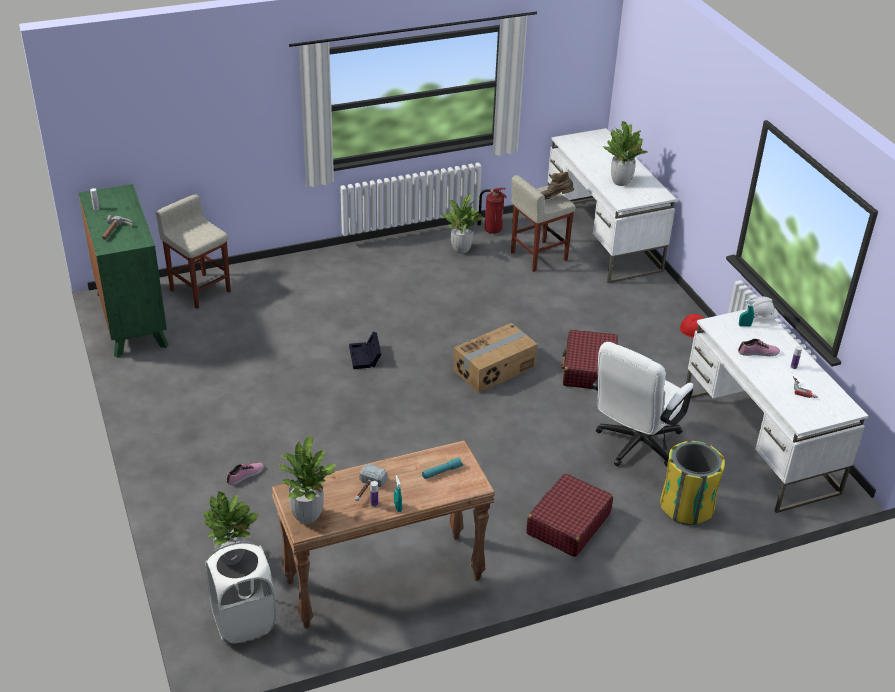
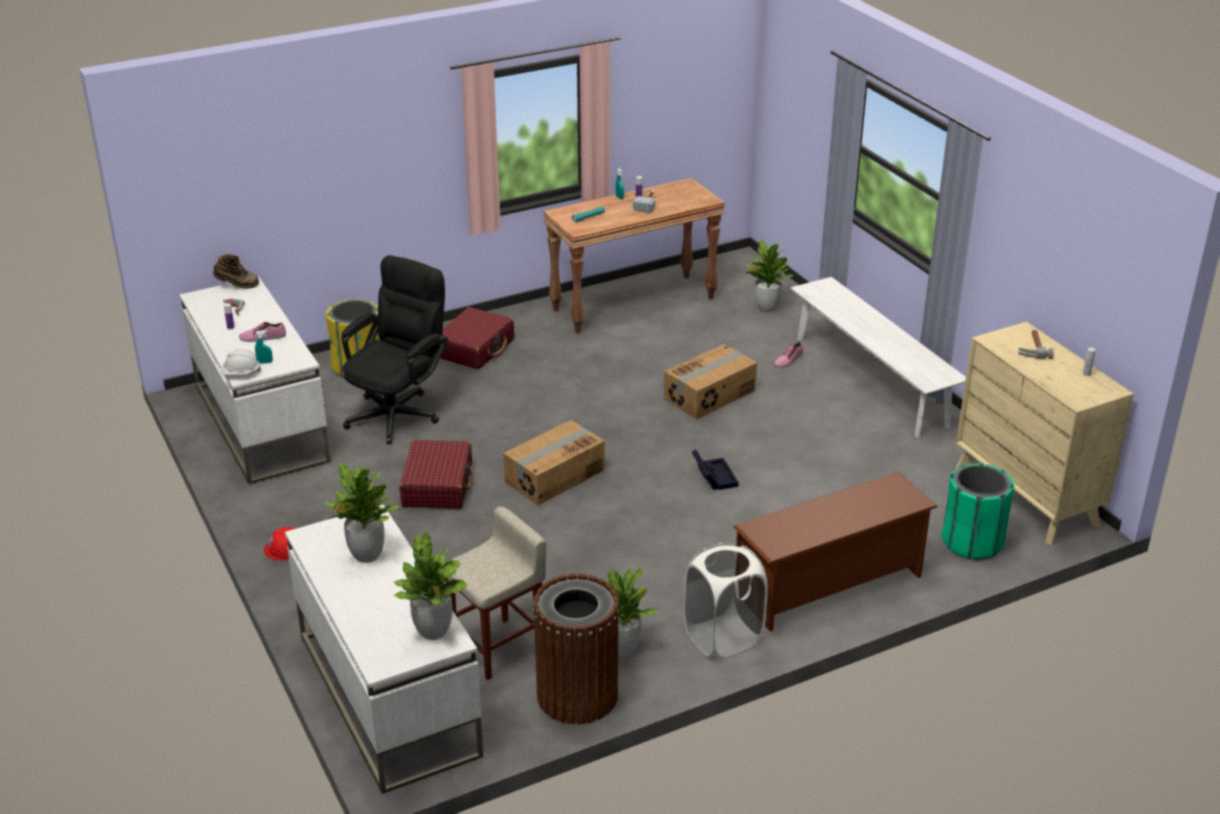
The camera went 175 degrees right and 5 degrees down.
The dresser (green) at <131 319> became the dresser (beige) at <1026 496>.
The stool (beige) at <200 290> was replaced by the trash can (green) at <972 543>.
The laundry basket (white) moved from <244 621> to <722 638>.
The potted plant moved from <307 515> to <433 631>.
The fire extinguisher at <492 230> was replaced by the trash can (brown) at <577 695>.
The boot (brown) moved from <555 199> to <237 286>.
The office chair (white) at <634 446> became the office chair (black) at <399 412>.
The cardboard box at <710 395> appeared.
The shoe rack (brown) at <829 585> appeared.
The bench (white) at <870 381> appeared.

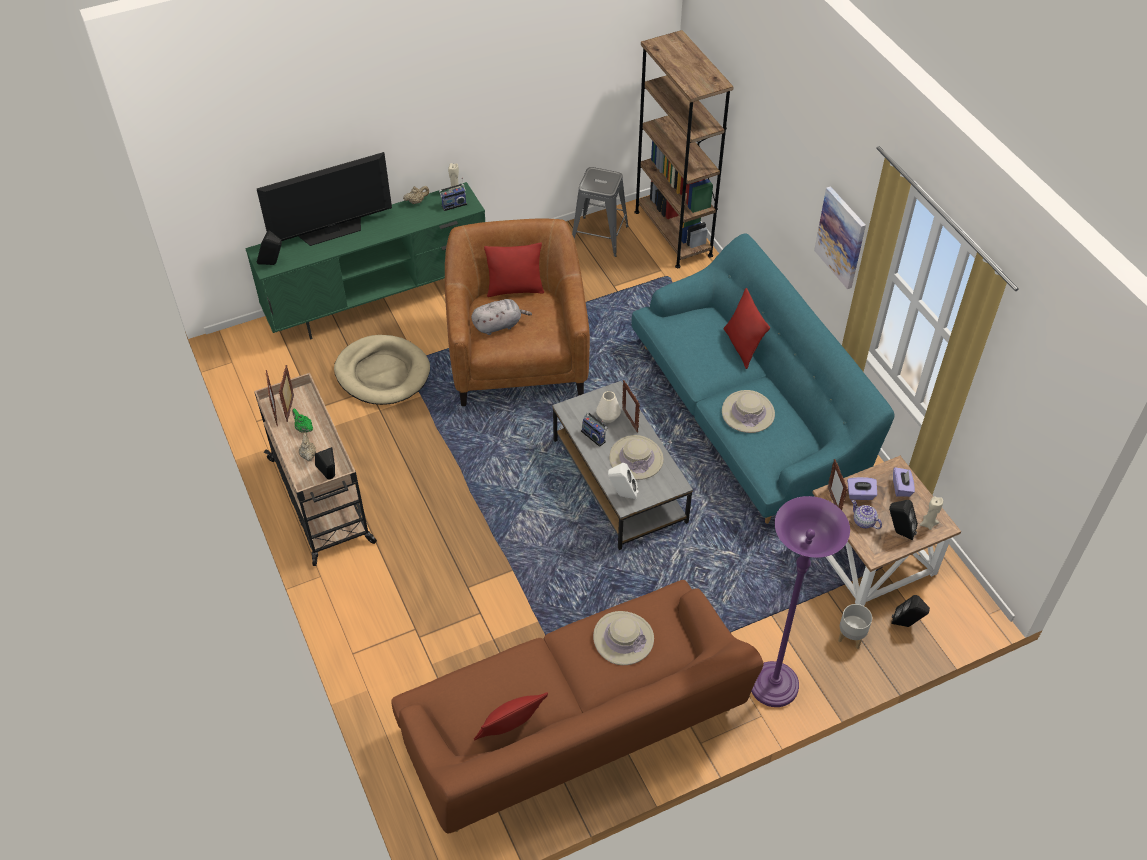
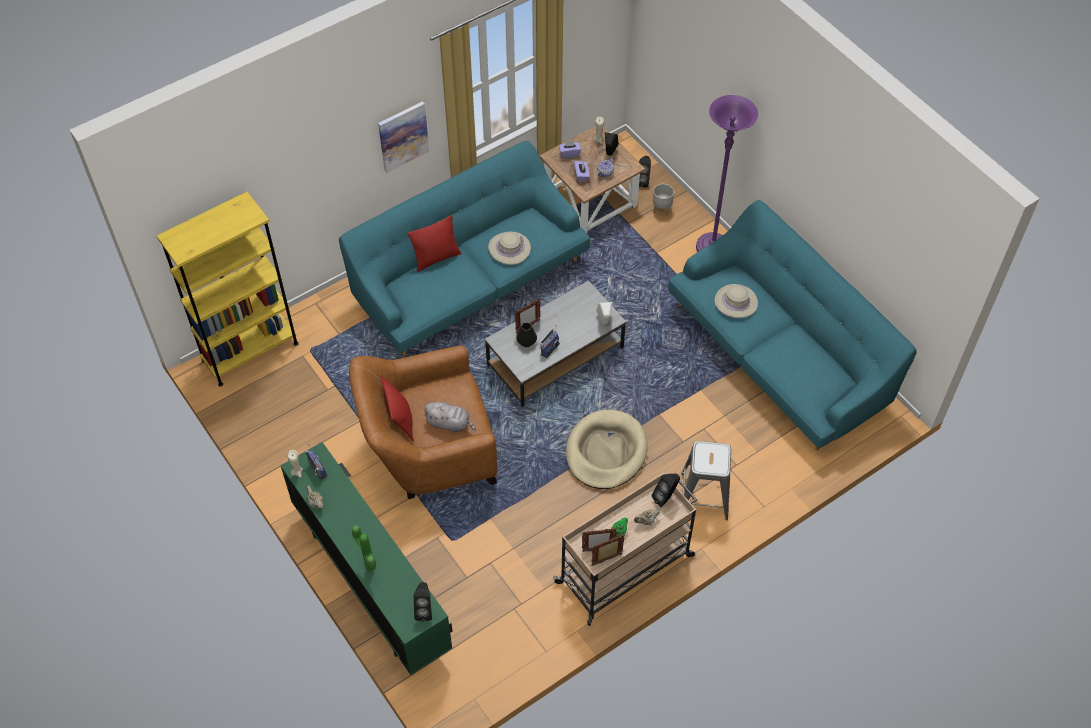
The camera went 100 degrees left and 5 degrees up.
The television at <332 231> was replaced by the potted plant at <368 568>.
The dog bed (beige) moved from <382 373> to <606 452>.
The sofa (brown) at <574 726> became the sofa (turquoise) at <779 354>.
The plush toy (grey) at <499 325> turned 135 degrees clockwise.
The pillow (red) at <511 731> disappeared.
The stool (grey) moved from <599 236> to <704 496>.
The vase (white) at <608 416> became the vase (black) at <526 342>.
The hat (beige) at <636 458> disappeared.
The bookcase (brown) at <673 233> became the bookcase (yellow) at <250 352>.
The picture frame at <833 502> disappeared.

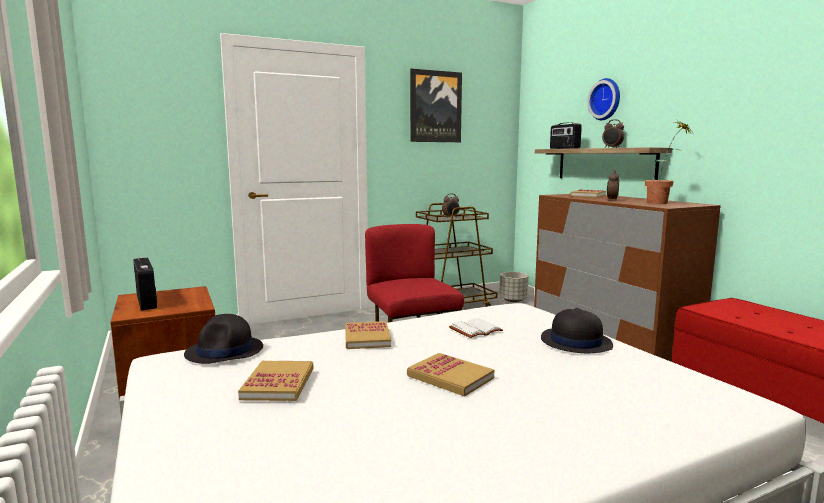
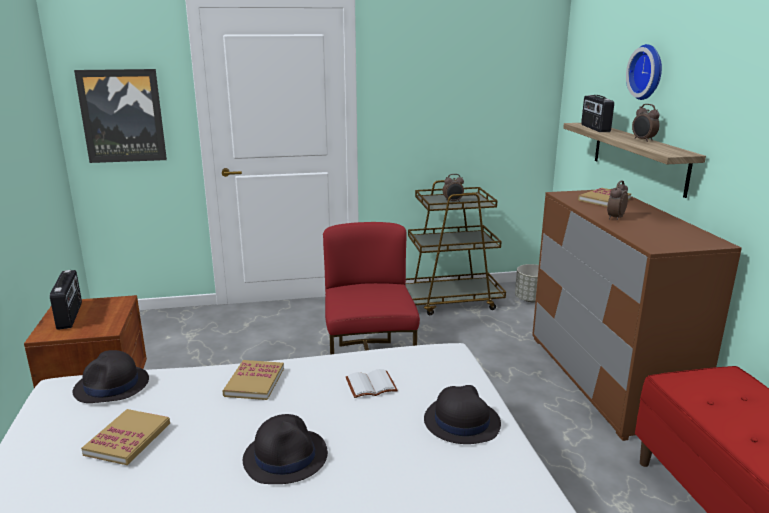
The camera went 15 degrees right and 10 degrees up.
The book at <450 377> was replaced by the hat (black) at <286 456>.
The picture moved from <435 107> to <122 116>.
The potted plant at <663 203> disappeared.

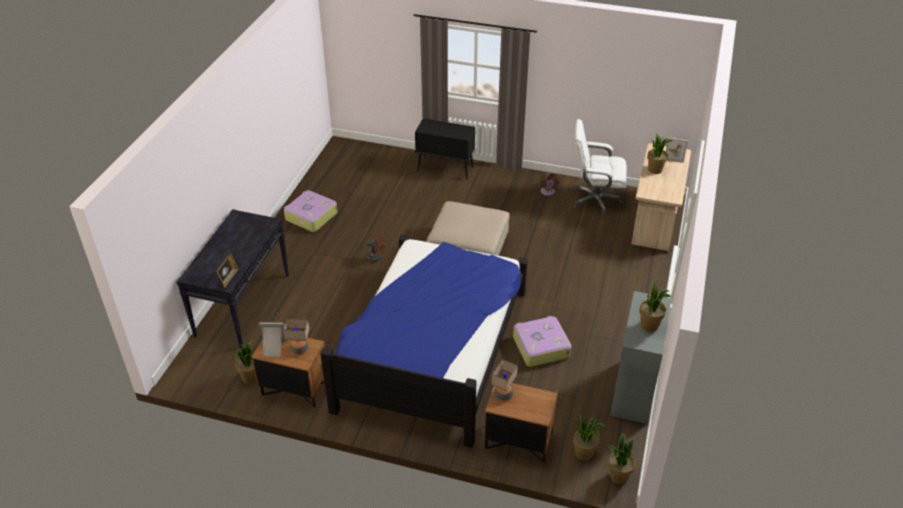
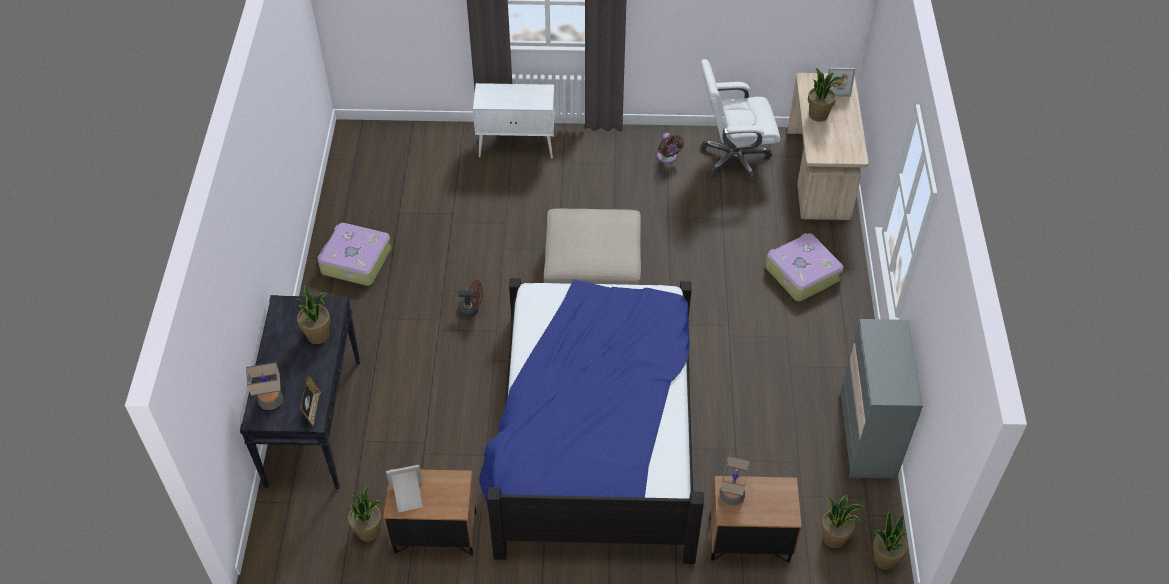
The camera went 15 degrees left and 10 degrees up.
The table lamp moved from <299 349> to <270 401>.
The cabinet (black) at <446 169> became the cabinet (white) at <517 146>.
The suitcase moved from <540 346> to <801 273>.
The potted plant moved from <650 325> to <318 335>.

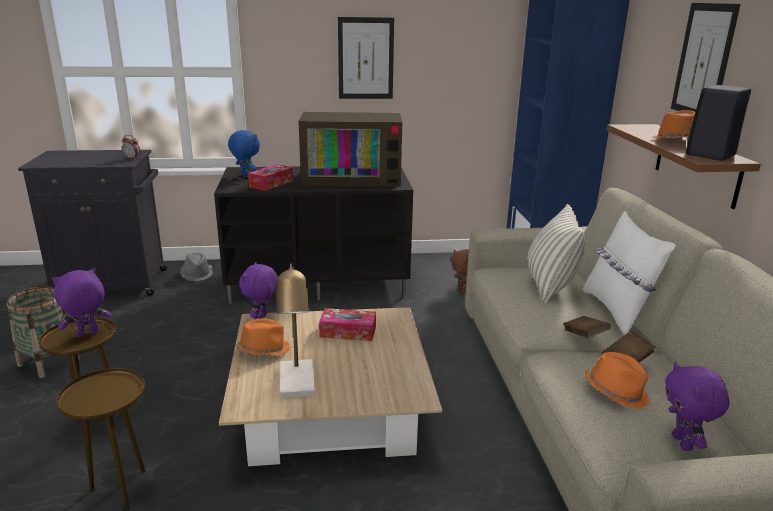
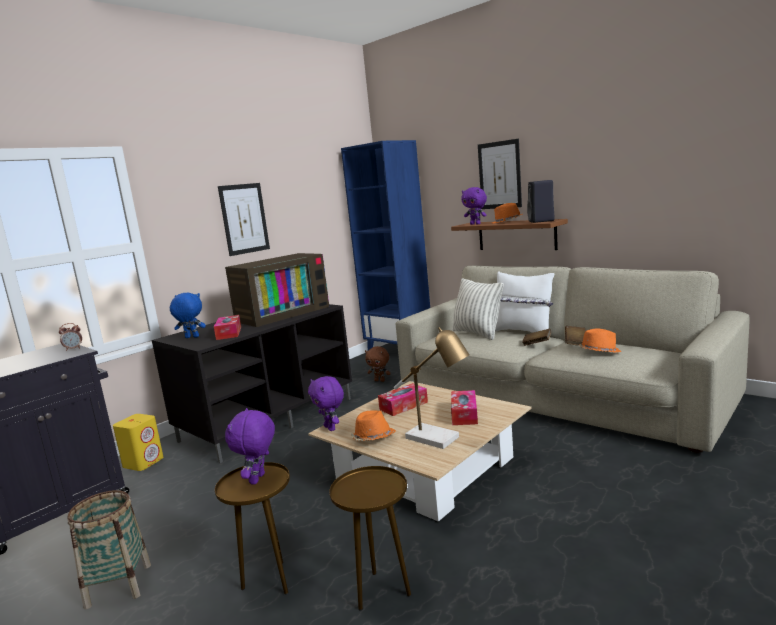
The camera went 40 degrees left and 10 degrees down.
The hat (grey) at <197 274> was replaced by the speaker (yellow) at <143 462>.
The plush toy (purple) moved from <683 443> to <476 224>.
The tissue box at <464 414> appeared.

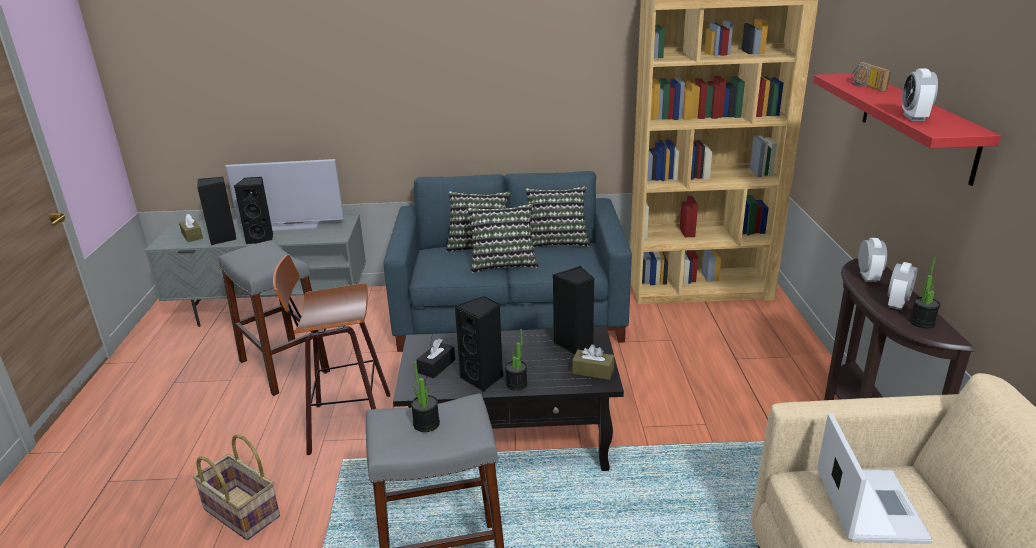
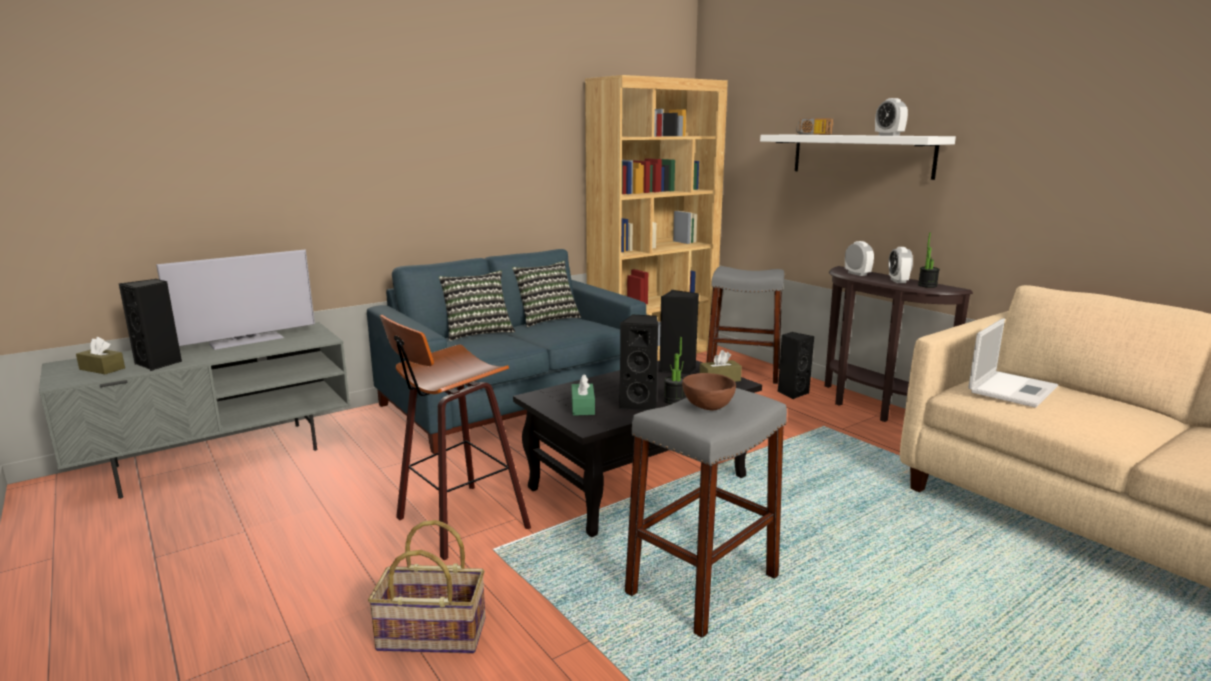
The camera went 35 degrees left and 10 degrees down.
The stool (grey) moved from <284 366> to <743 372>.
The speaker (black) moved from <262 239> to <792 393>.
The potted plant at <426 424> was replaced by the bowl (brown) at <707 407>.
The tissue box (black) at <436 366> became the tissue box (green) at <583 407>.
The pillow at <503 263> disappeared.
The shelf (red) at <916 124> became the shelf (white) at <860 155>.
The laptop at <868 504> turned 75 degrees clockwise.

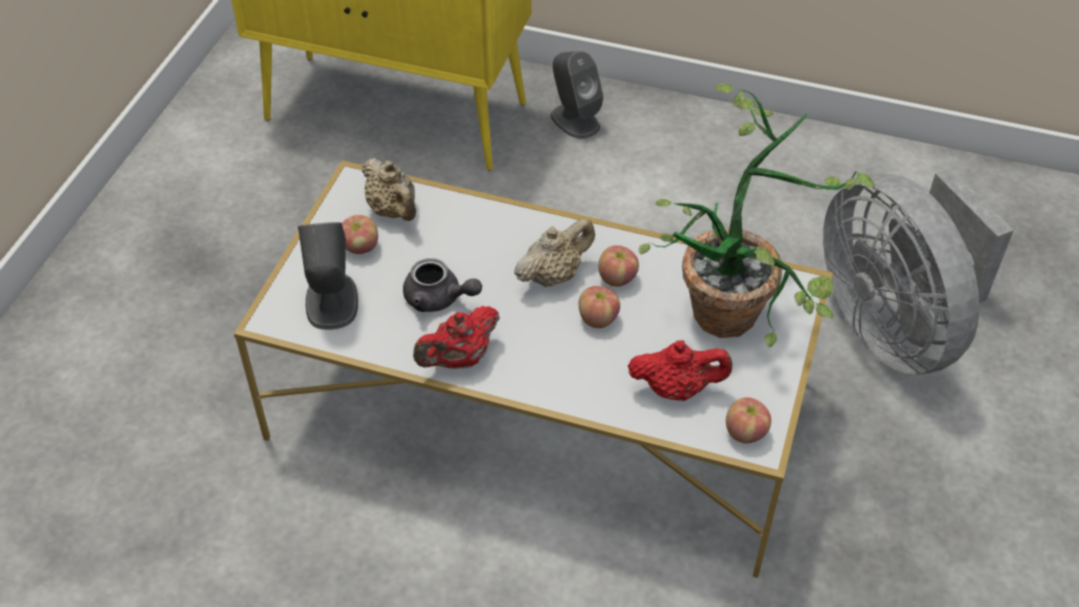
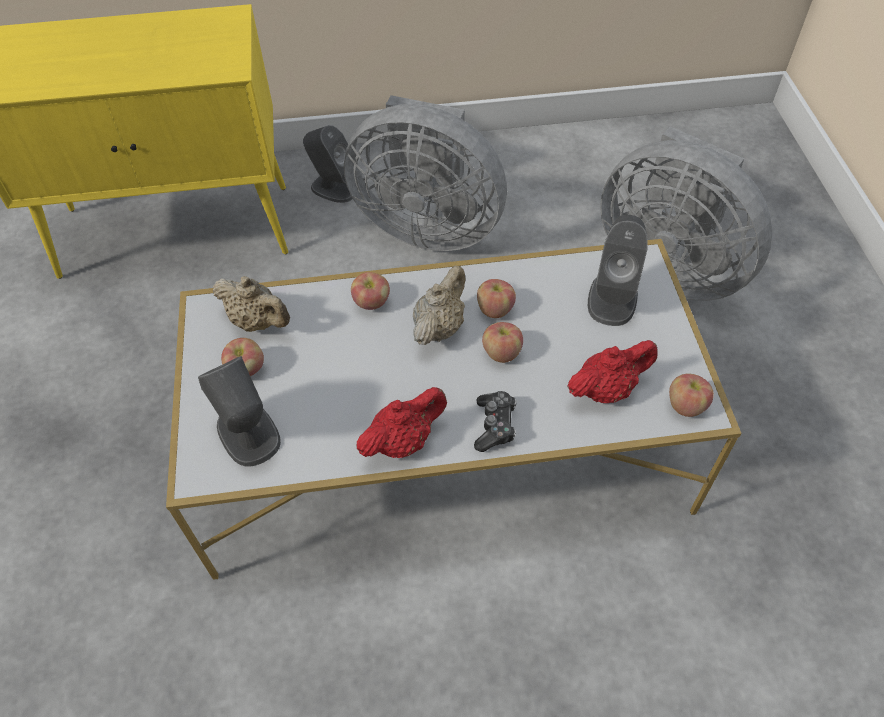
The camera went 25 degrees left and 5 degrees up.
The teapot (grey) at <439 299> disappeared.
The teapot (red) at <459 359> turned 150 degrees counterclockwise.
The potted plant at <741 310> was replaced by the speaker (grey) at <612 298>.
The fan (grey) at <427 225> appeared.
The apple at <371 302> appeared.
The game controller at <495 425> appeared.

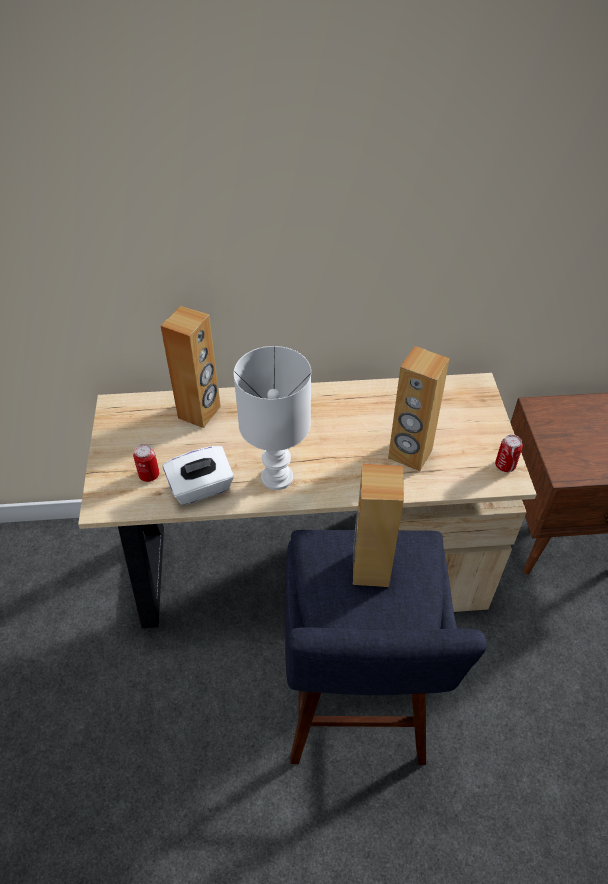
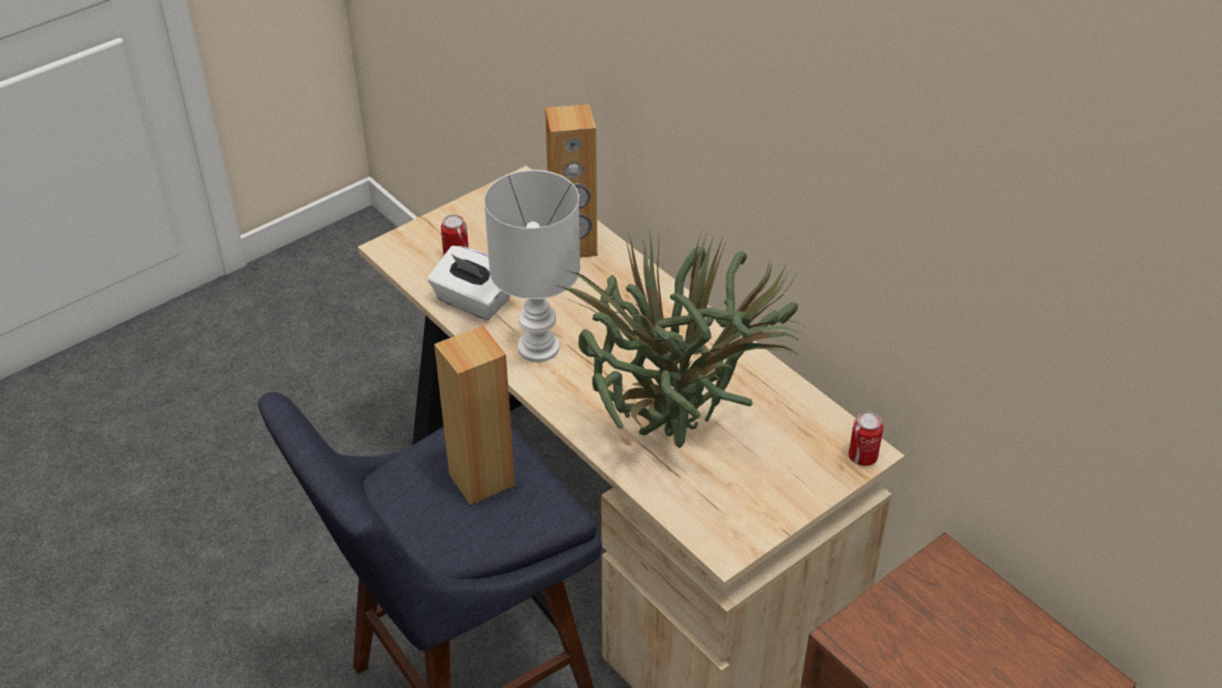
The camera went 55 degrees right and 5 degrees down.
The speaker (brown) at <409 454> was replaced by the potted plant at <676 438>.
The can moved from <505 465> to <862 457>.

